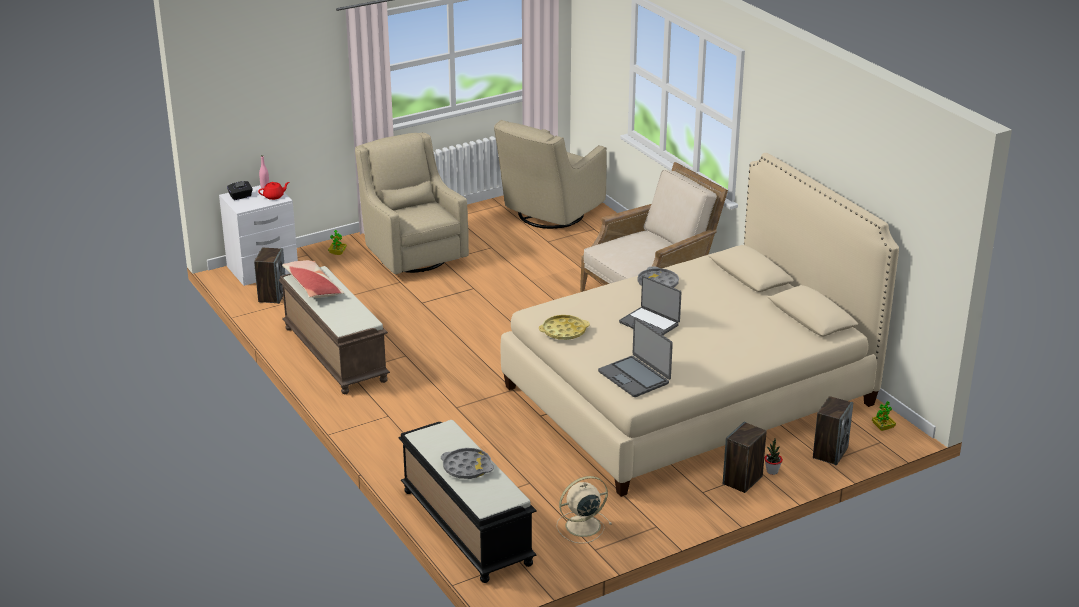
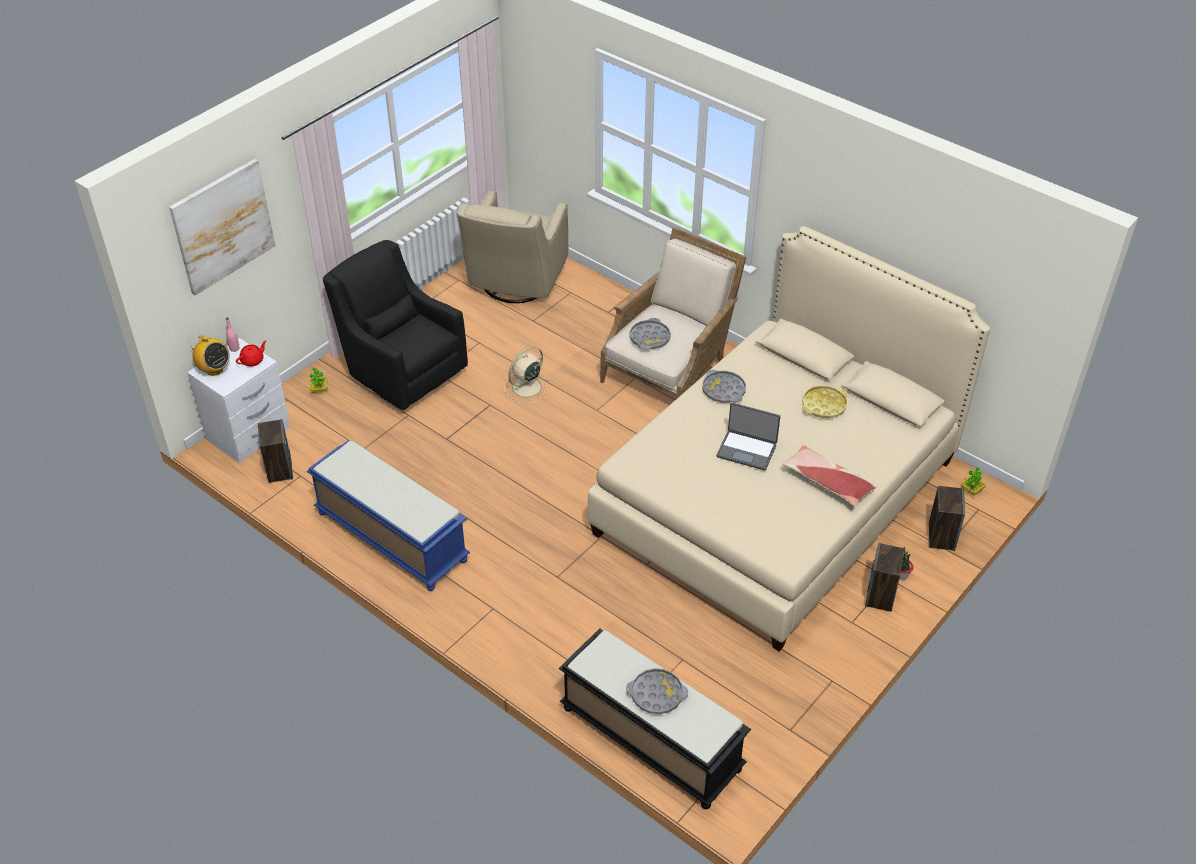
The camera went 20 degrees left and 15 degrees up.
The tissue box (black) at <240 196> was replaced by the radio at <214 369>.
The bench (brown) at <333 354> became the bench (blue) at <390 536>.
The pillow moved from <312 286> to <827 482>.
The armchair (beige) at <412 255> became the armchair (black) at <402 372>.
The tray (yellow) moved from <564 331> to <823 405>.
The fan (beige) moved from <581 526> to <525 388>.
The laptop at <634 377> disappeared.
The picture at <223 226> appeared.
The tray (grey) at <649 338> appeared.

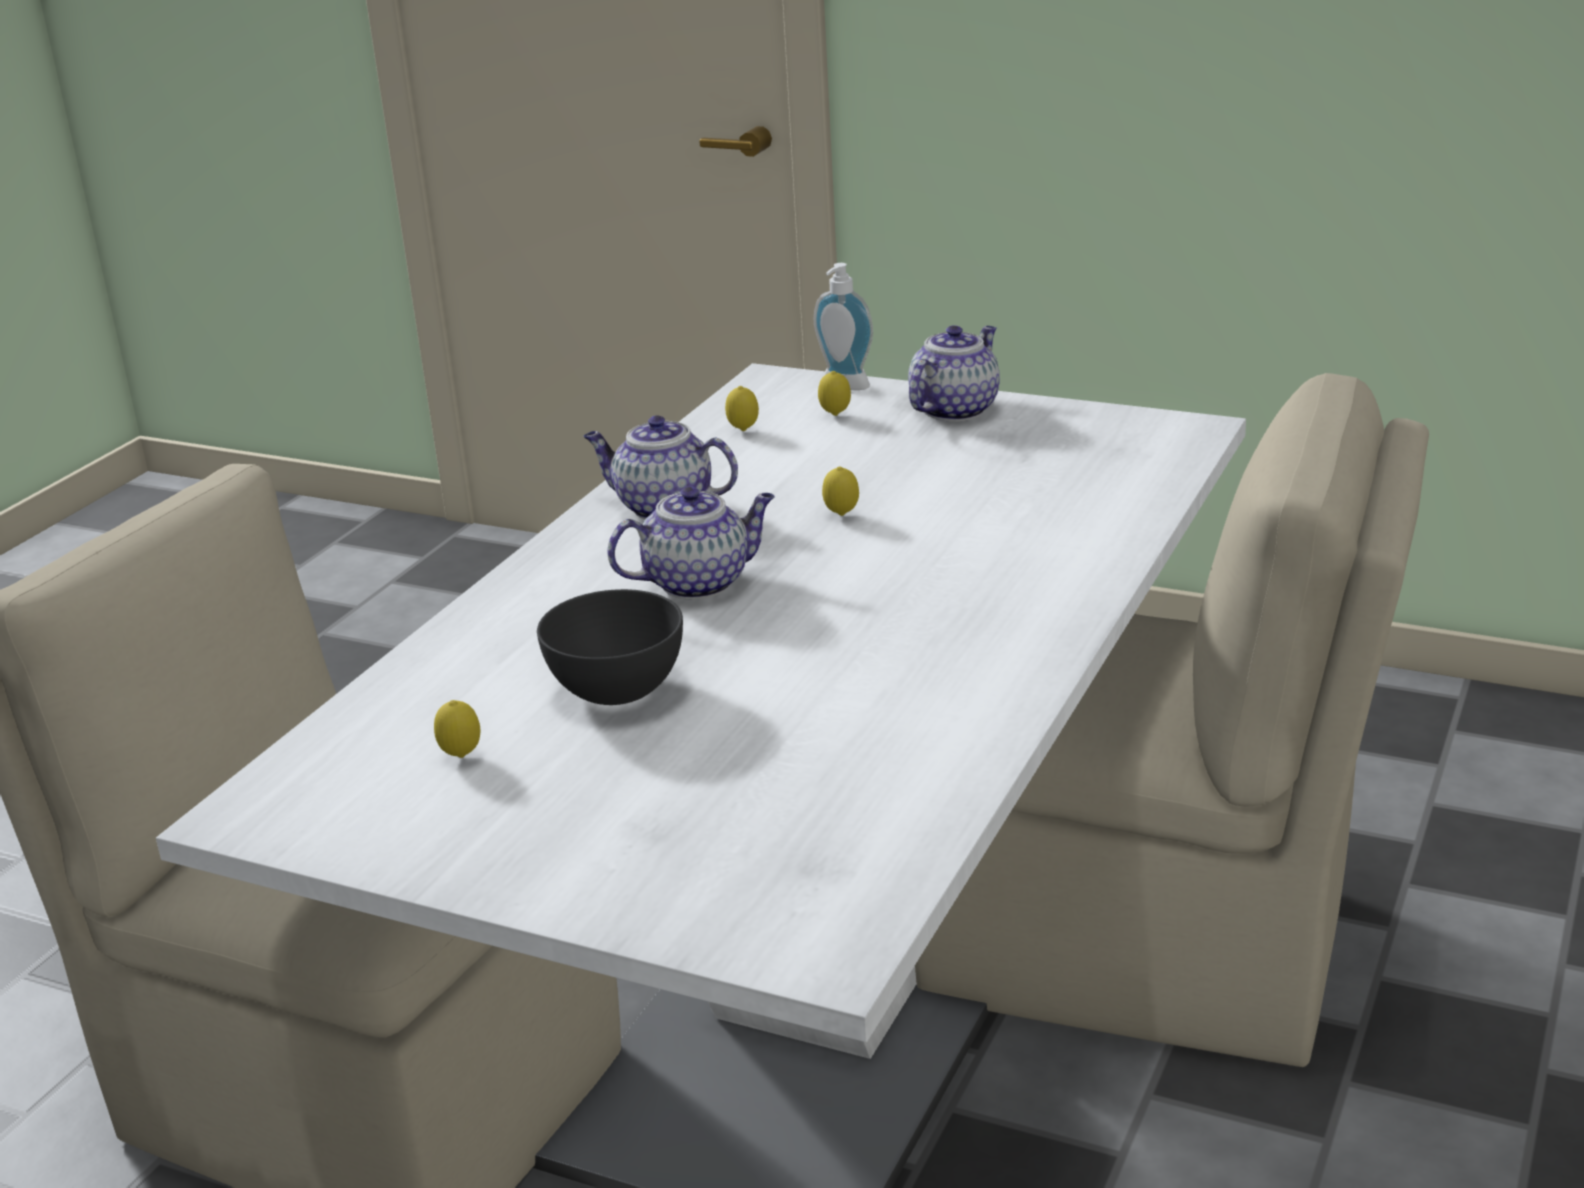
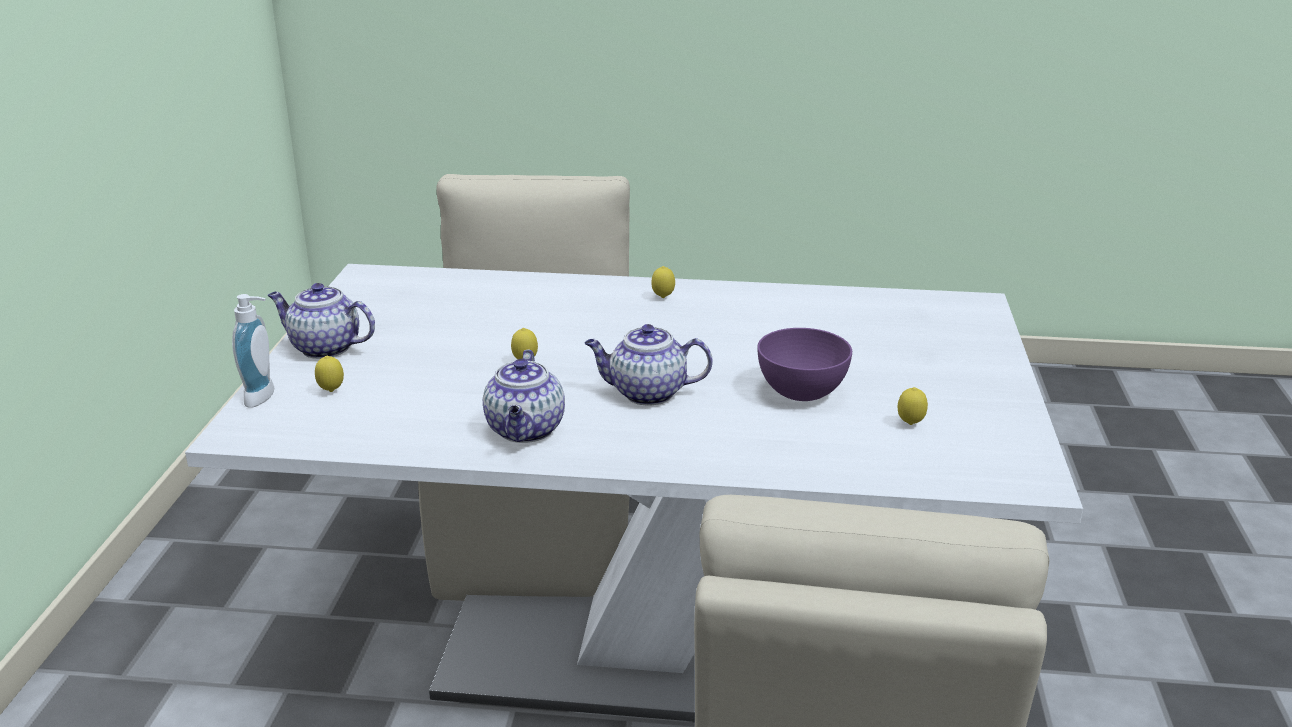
The camera went 110 degrees left and 0 degrees up.
The bowl (grey) at <617 690> became the bowl (purple) at <800 392>.
The teapot at <699 582> turned 45 degrees counterclockwise.
The lemon moved from <743 430> to <663 297>.

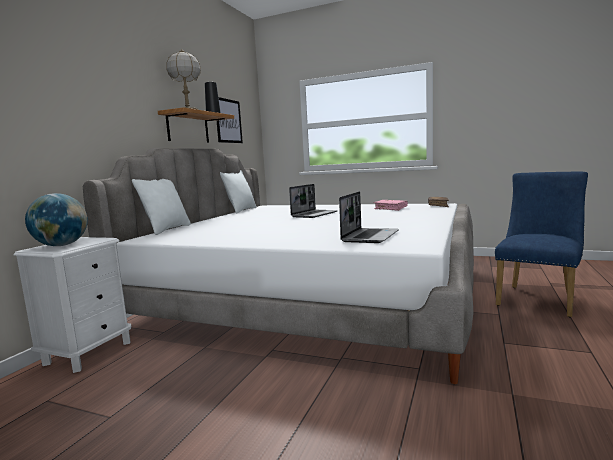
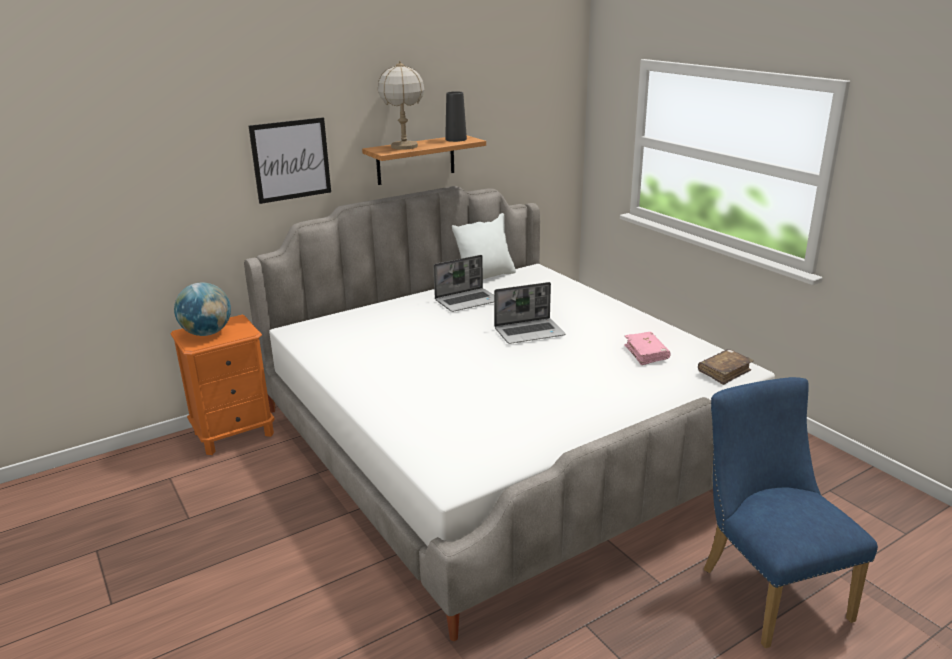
The camera went 35 degrees right and 15 degrees up.
The nightstand (white) at <88 353> became the nightstand (orange) at <234 433>.
The pillow (white) at <167 229> disappeared.
The picture moved from <228 121> to <291 160>.
The laptop moved from <370 236> to <468 301>.
The chair (blue) at <538 298> turned 90 degrees counterclockwise.

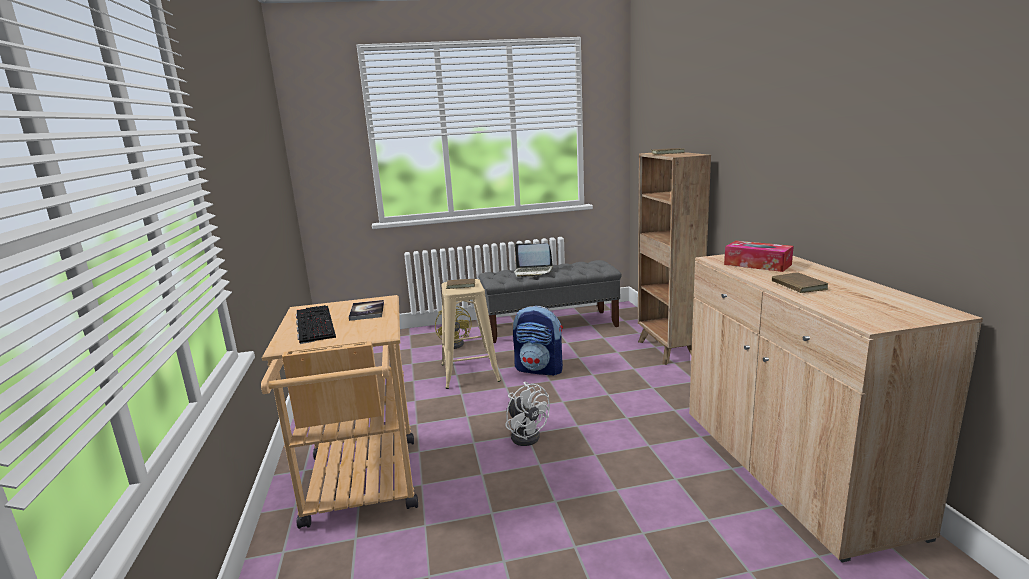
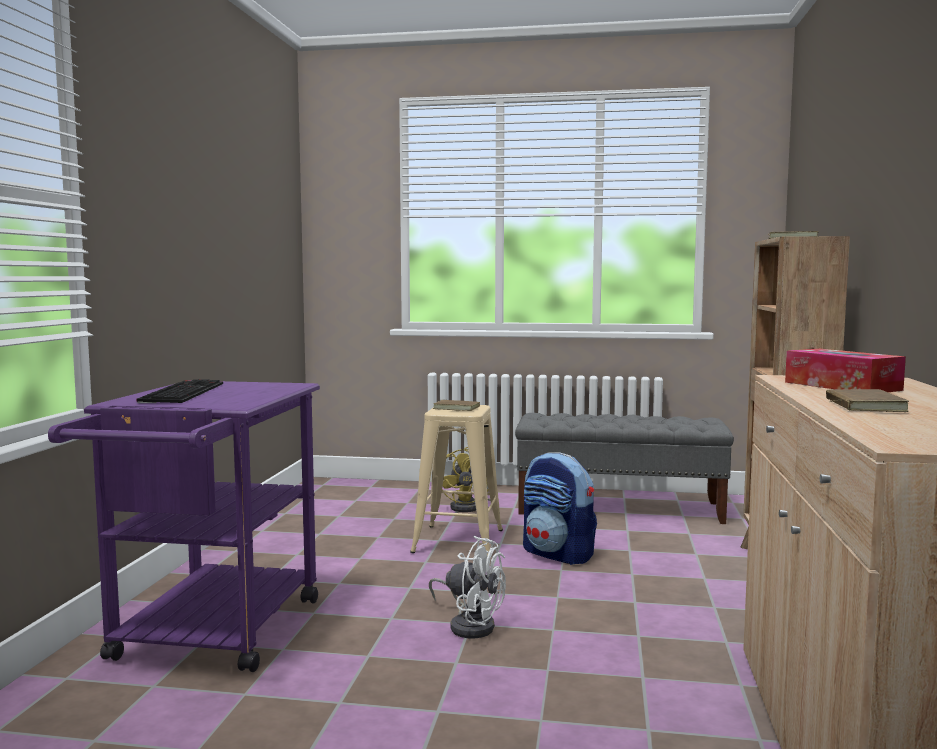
The camera went 20 degrees right and 10 degrees down.
The cart (beige) at <362 489> became the cart (purple) at <210 637>.
The book at <367 311> disappeared.
The fan (white) at <526 435> turned 45 degrees counterclockwise.
The laptop at <533 272> disappeared.

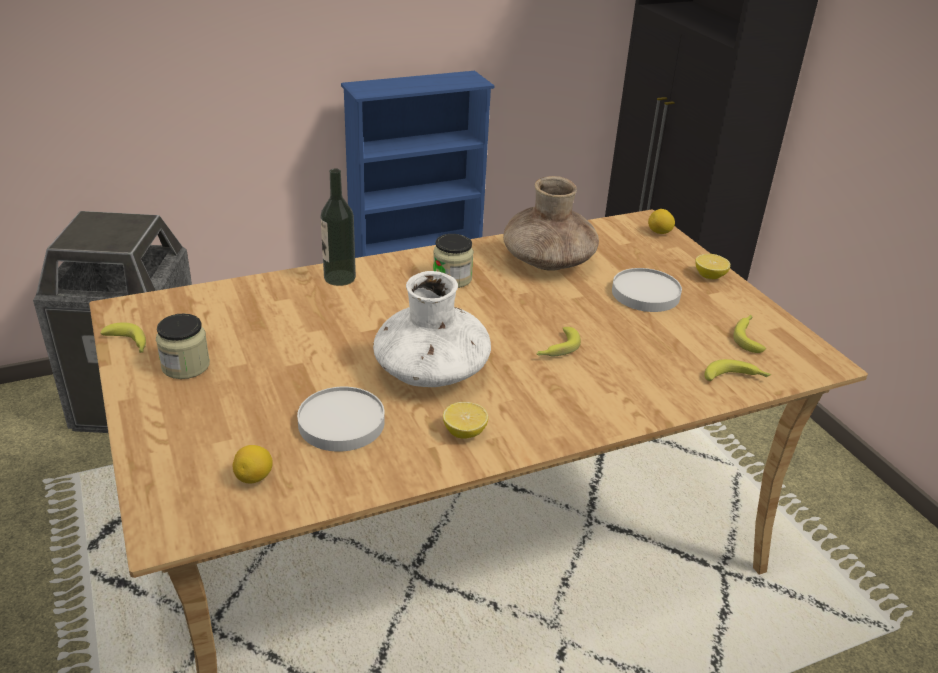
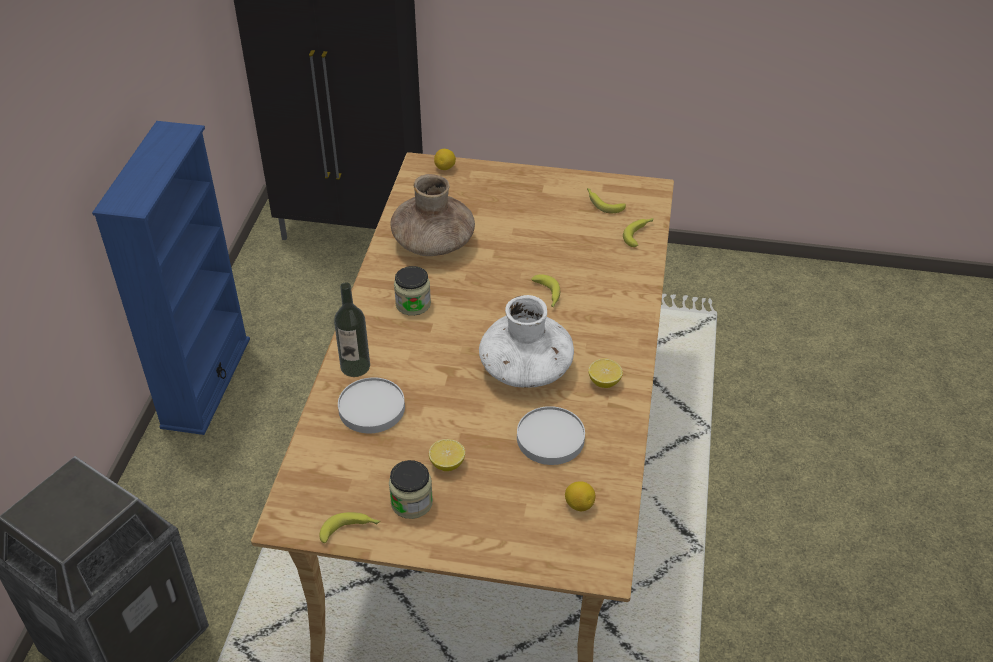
The camera went 55 degrees left and 10 degrees up.
The plate (white) moved from <645 294> to <372 408>.
The lemon moved from <709 276> to <447 463>.

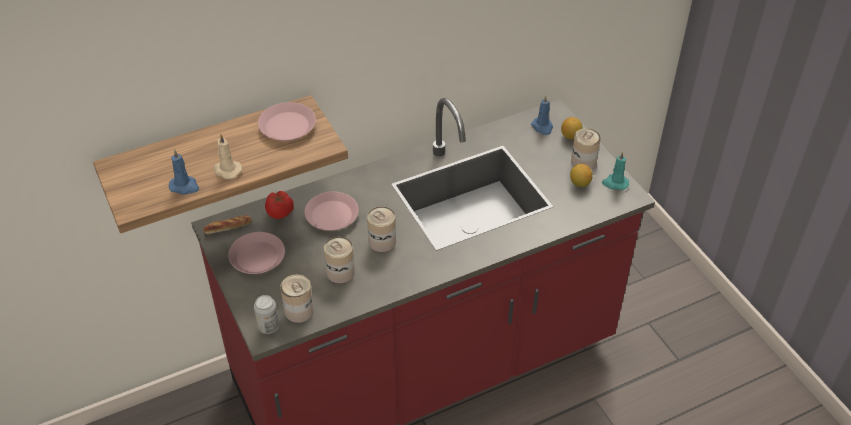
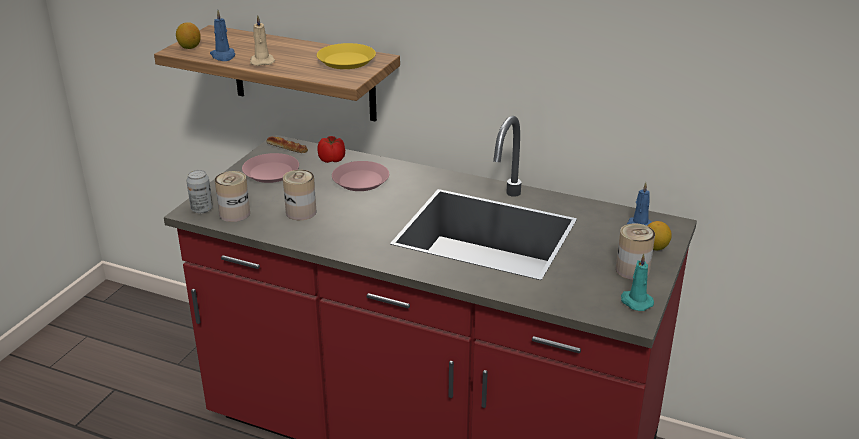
The camera went 50 degrees right and 15 degrees down.
The plate (pink) at <287 126> became the plate (yellow) at <347 61>.
The can at <382 241> disappeared.
The lemon moved from <580 183> to <189 47>.

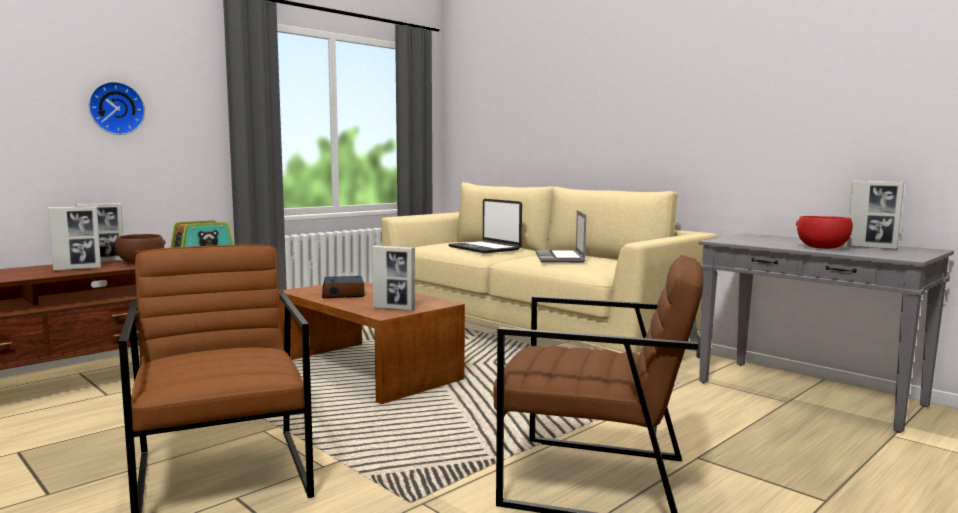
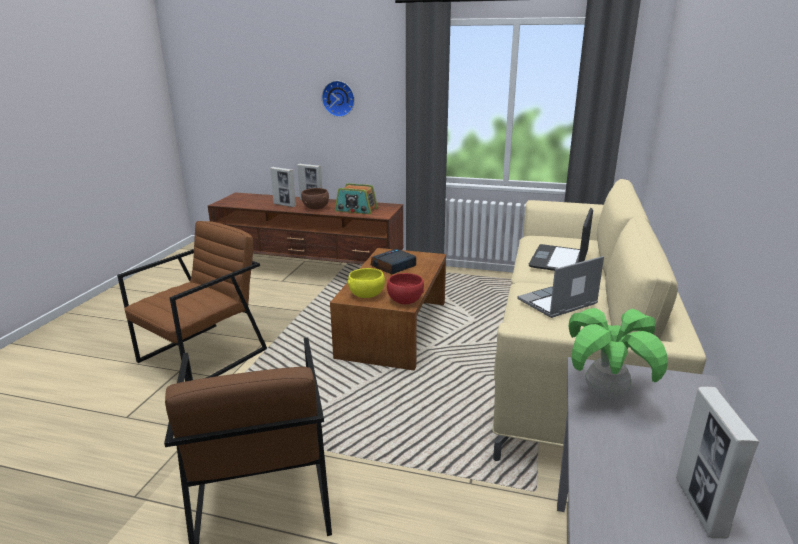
The camera went 60 degrees right and 15 degrees up.
The picture frame at <394 309> was replaced by the bowl (yellow) at <367 295>.
The bowl (red) moved from <822 248> to <405 301>.
The potted plant at <605 394> appeared.

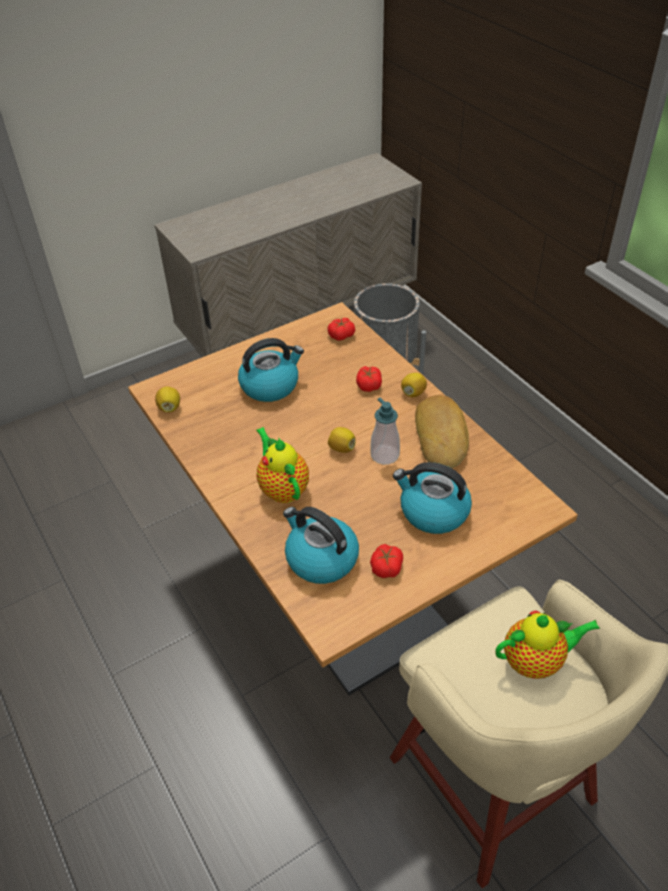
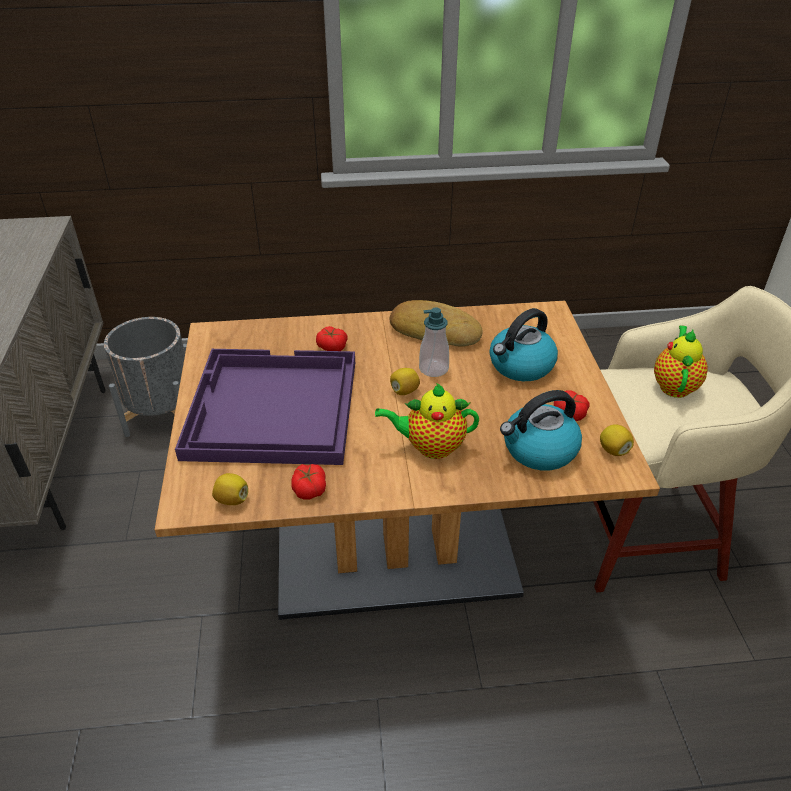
The camera went 65 degrees left and 5 degrees down.
The kettle at <270 385> was replaced by the tray (purple) at <271 409>.
The tomato moved from <341 335> to <309 489>.
The lemon moved from <413 393> to <613 450>.

